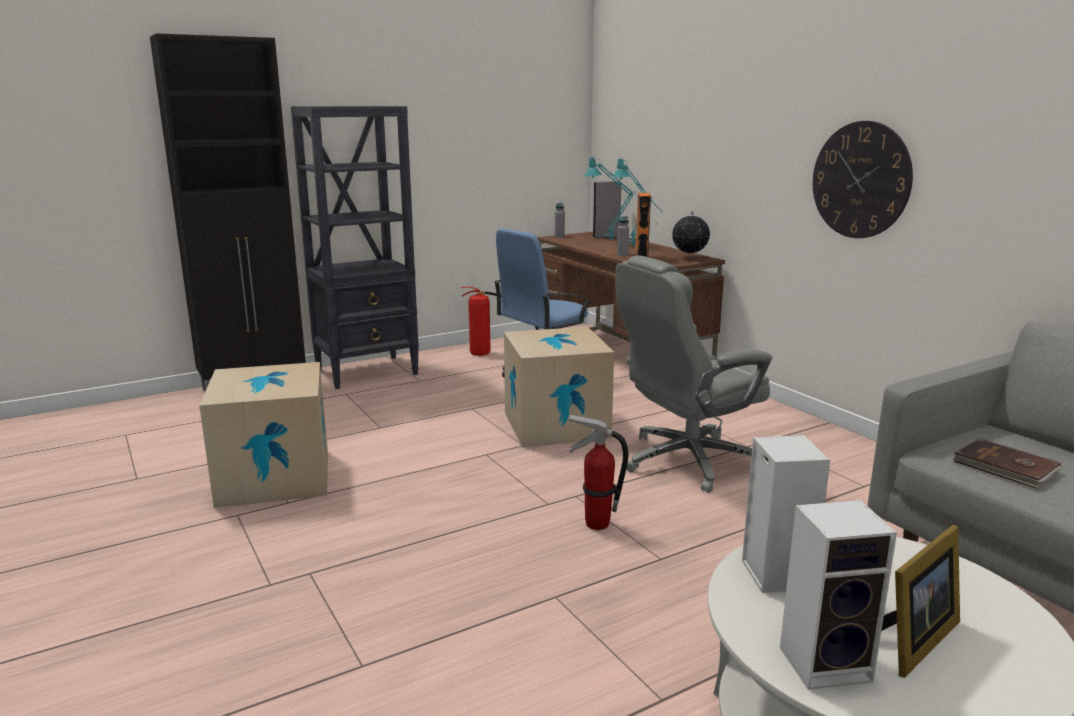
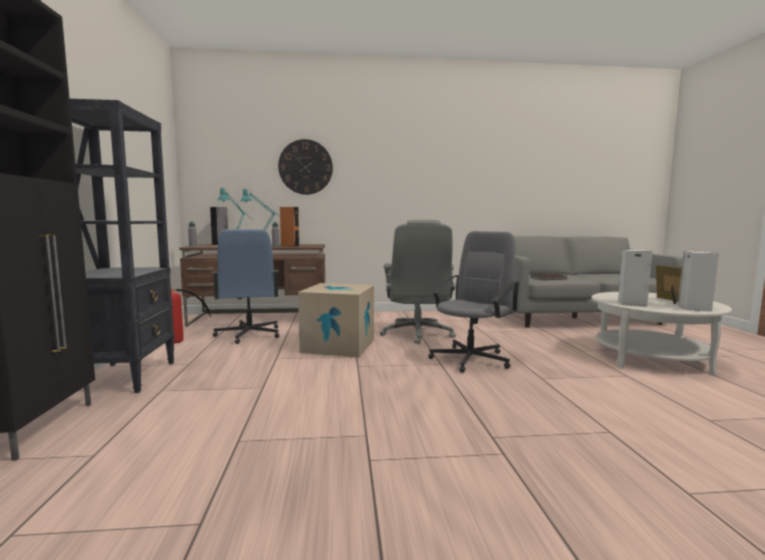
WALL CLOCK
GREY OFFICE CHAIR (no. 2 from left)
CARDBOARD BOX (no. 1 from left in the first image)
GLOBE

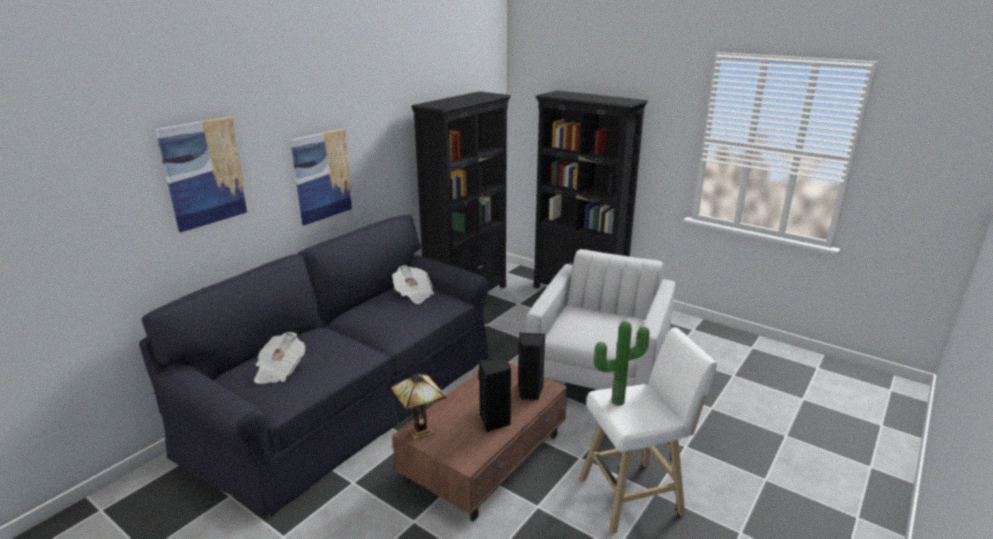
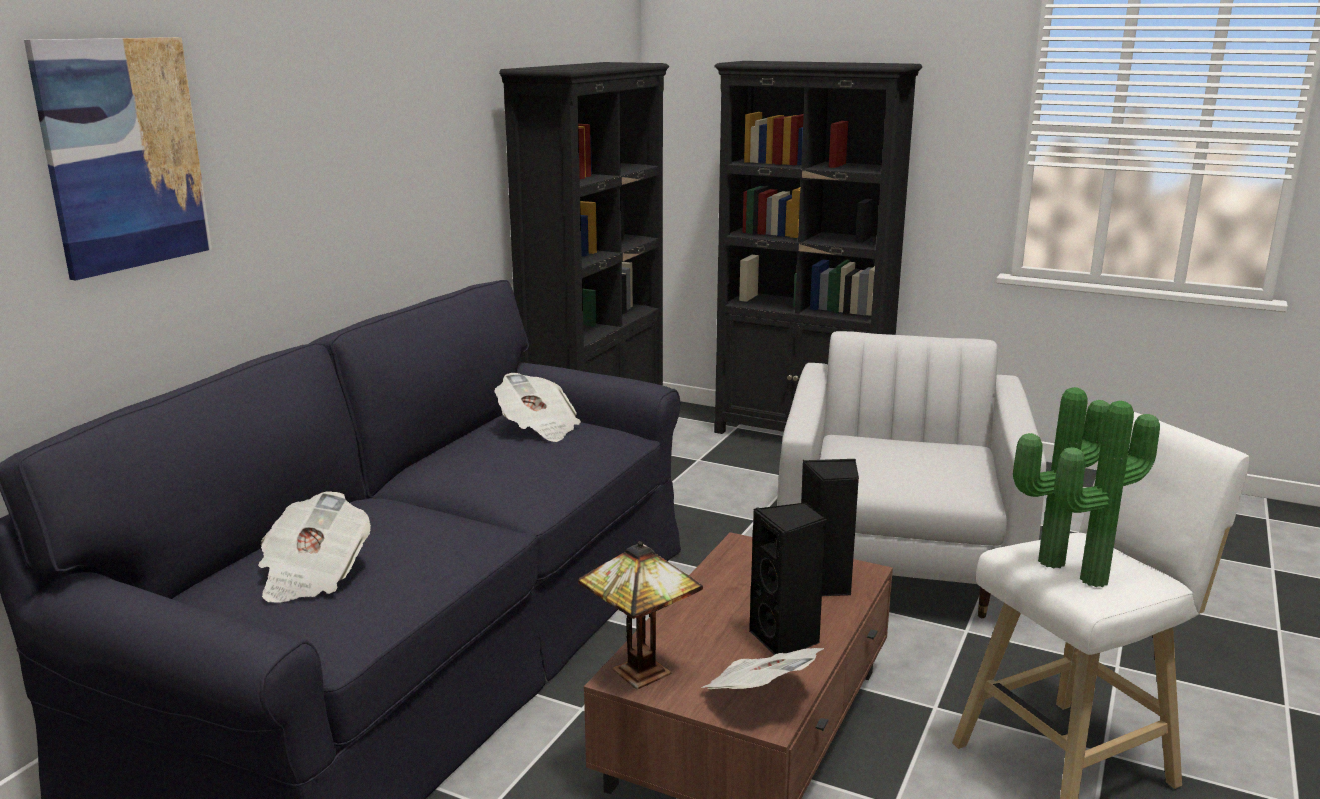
NEWSPAPER (no. 3 from left)
POTTED PLANT (no. 2 from left)
PICTURE (no. 2 from left in the first image)

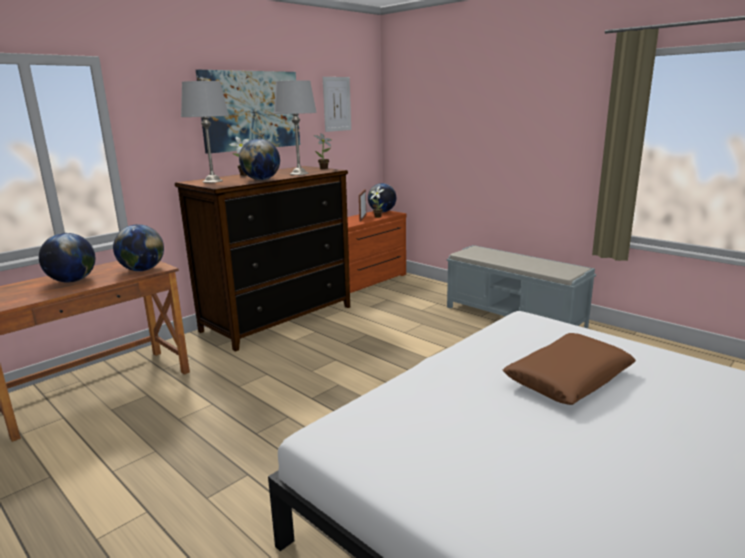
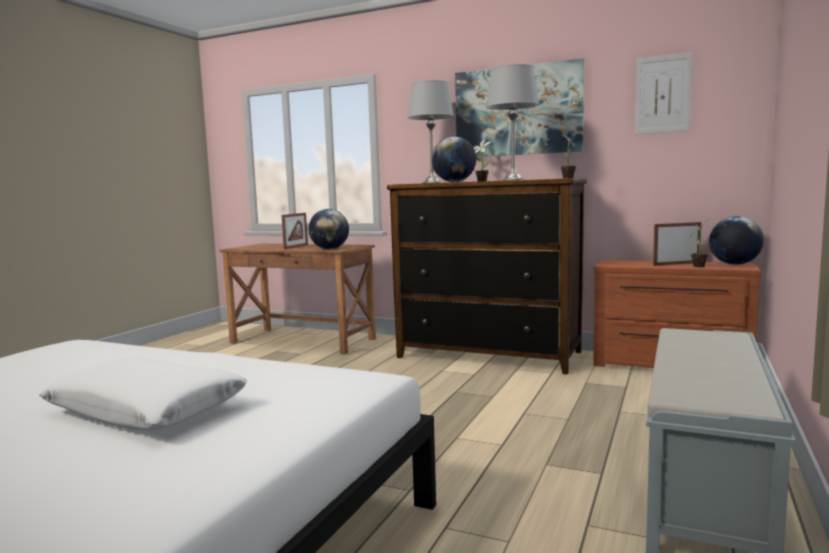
WHITE PILLOW
PICTURE FRAME (no. 1 from left)

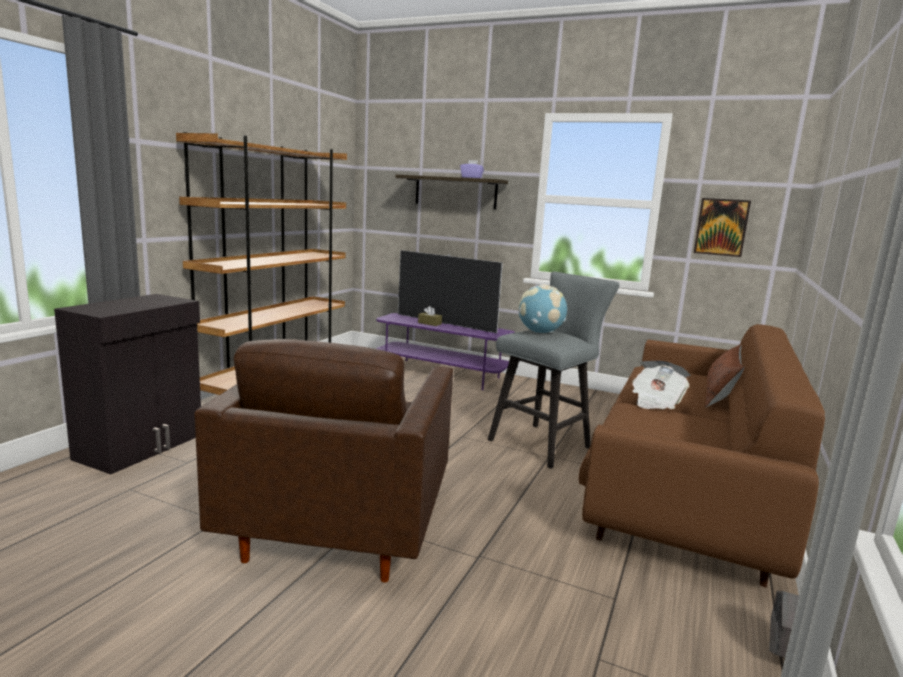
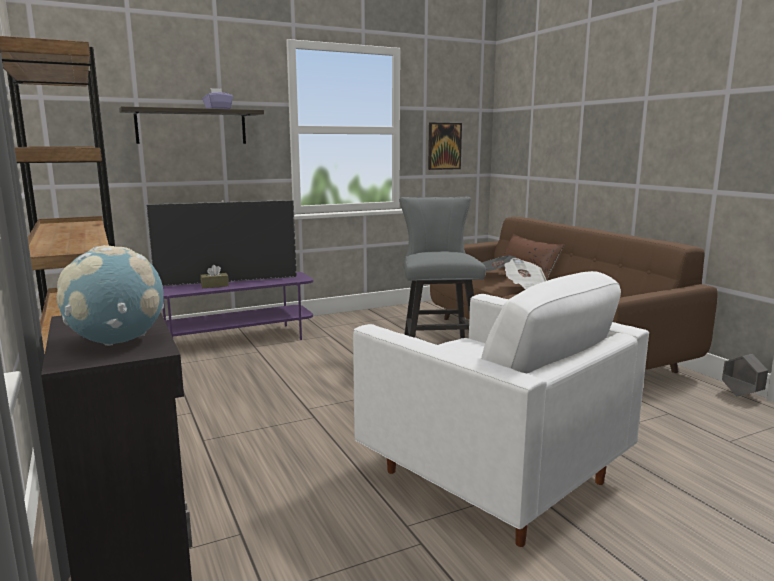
GLOBE
WHITE ARMCHAIR

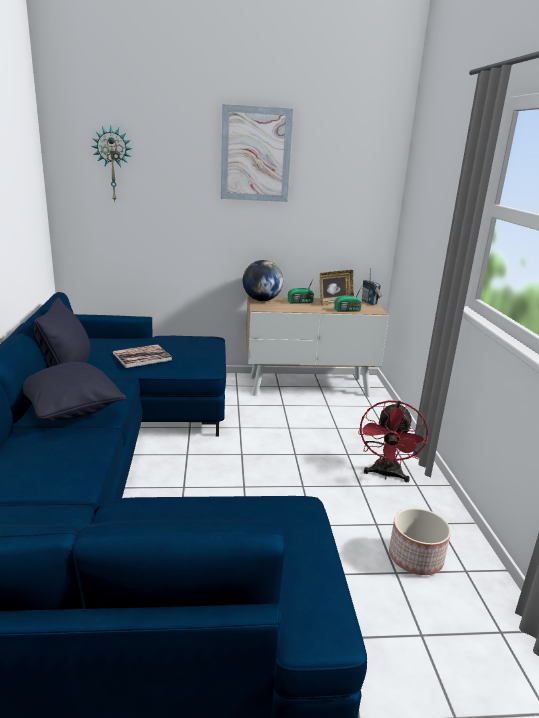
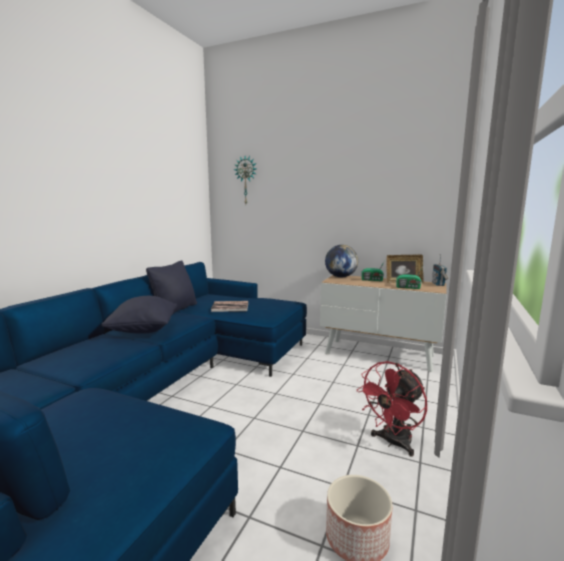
PICTURE

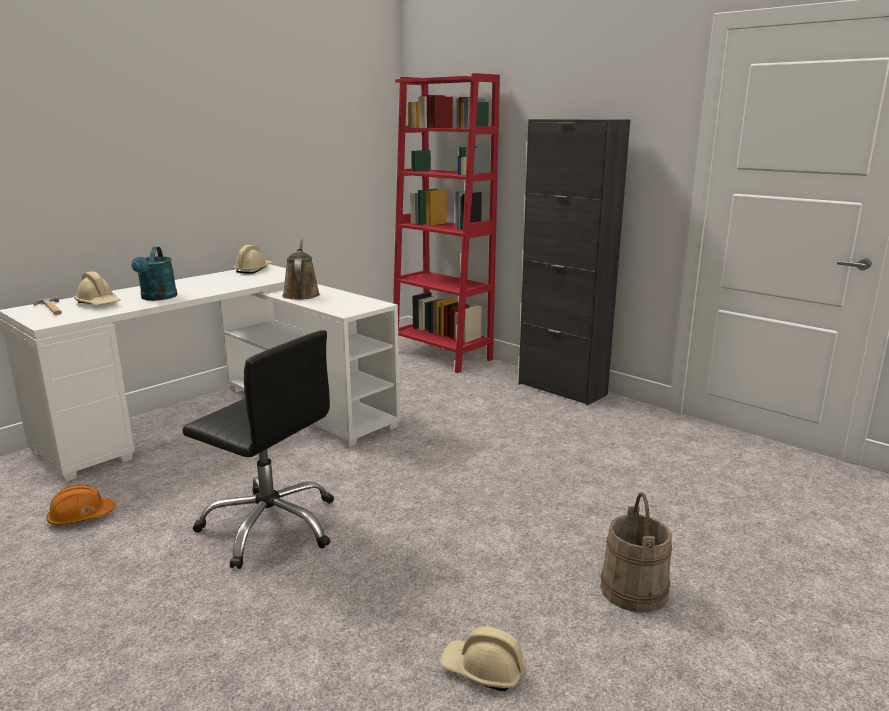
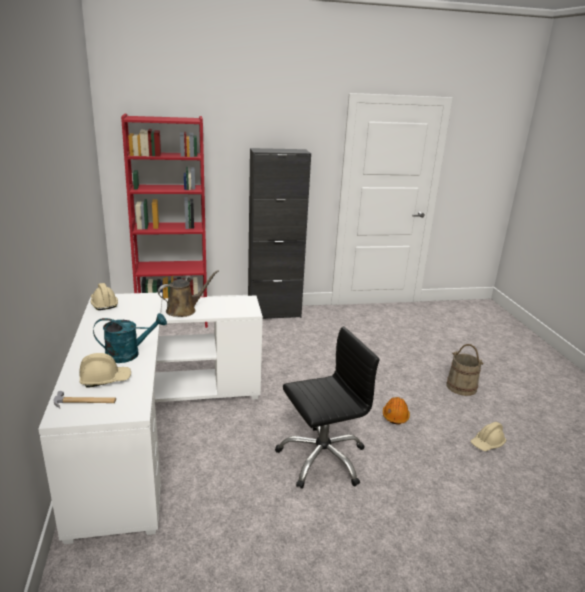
TURQUOISE WATERING CAN
BROWN WATERING CAN
ORANGE HARD HAT

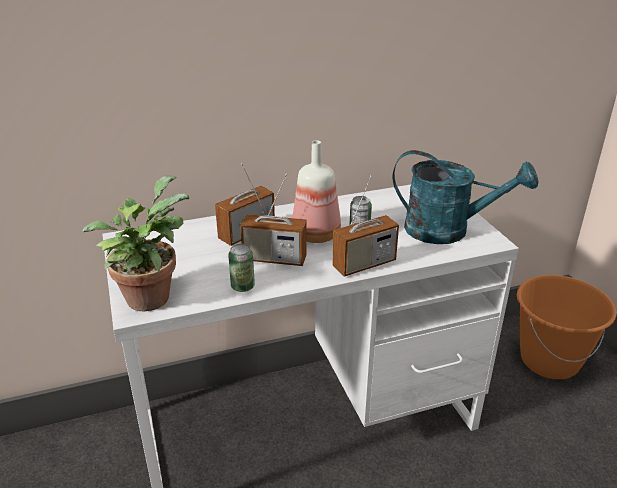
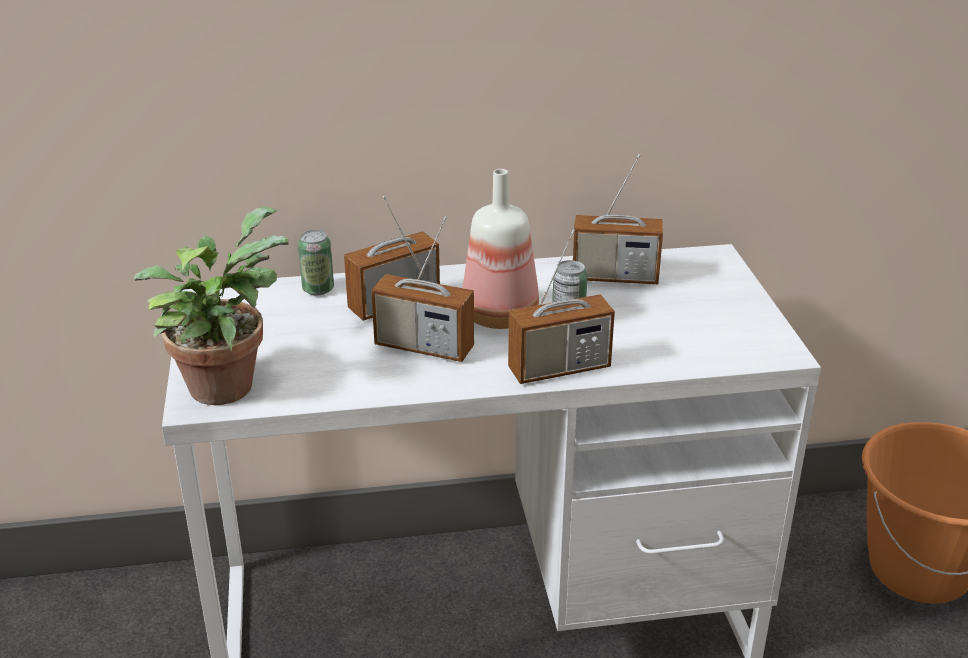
CAN (no. 1 from left)
RADIO (no. 4 from left)
TURQUOISE WATERING CAN

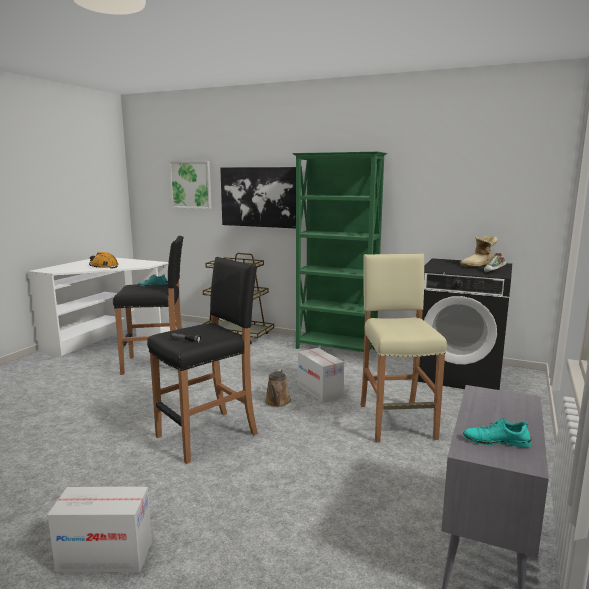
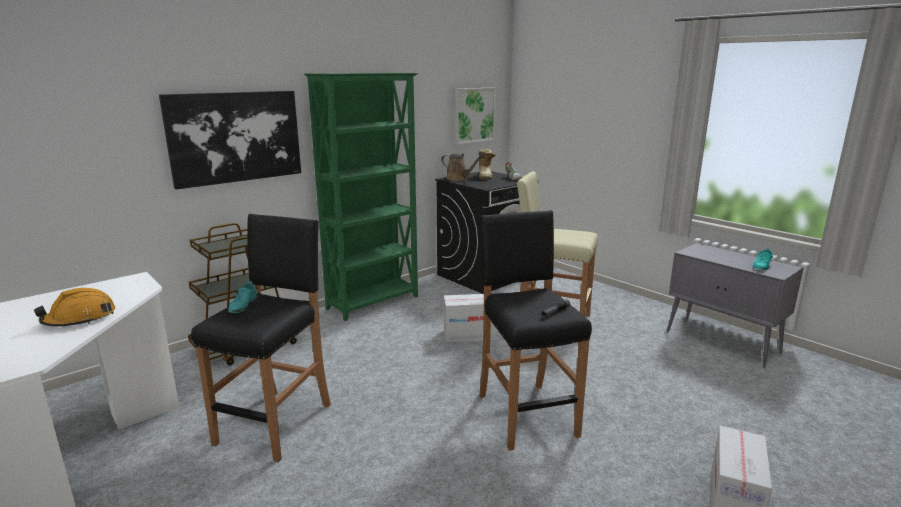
BROWN WATERING CAN
PICTURE (no. 2 from left)

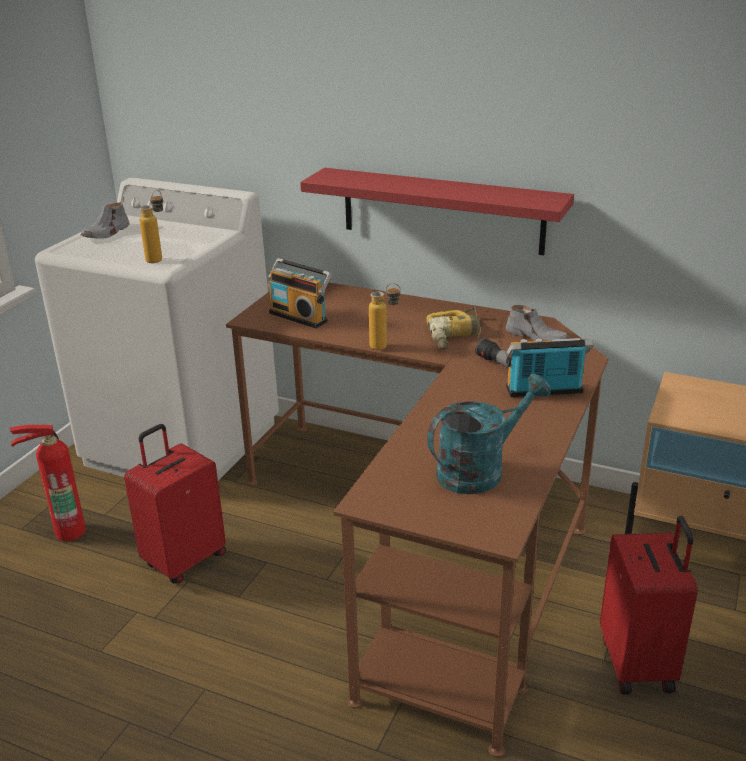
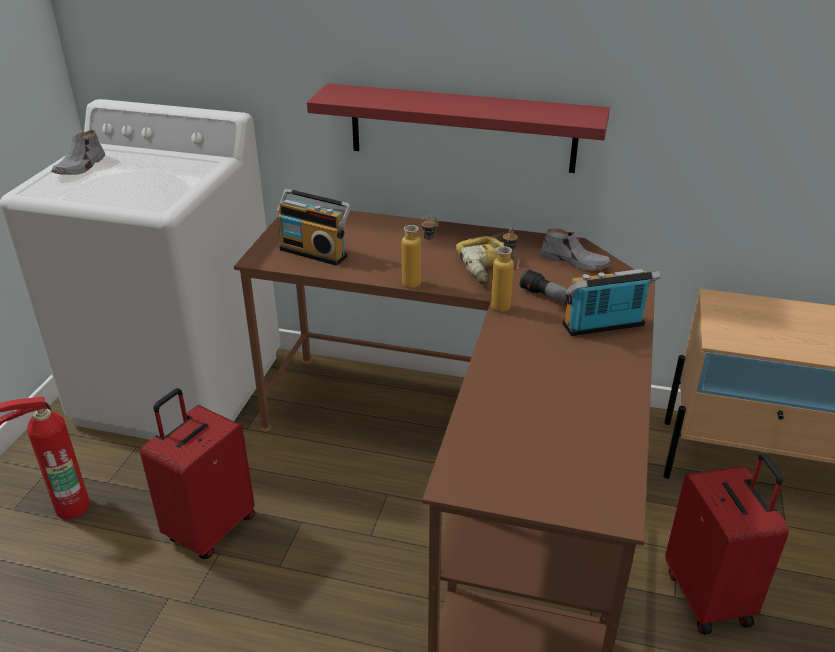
BOTTLE (no. 2 from left)
TURQUOISE WATERING CAN

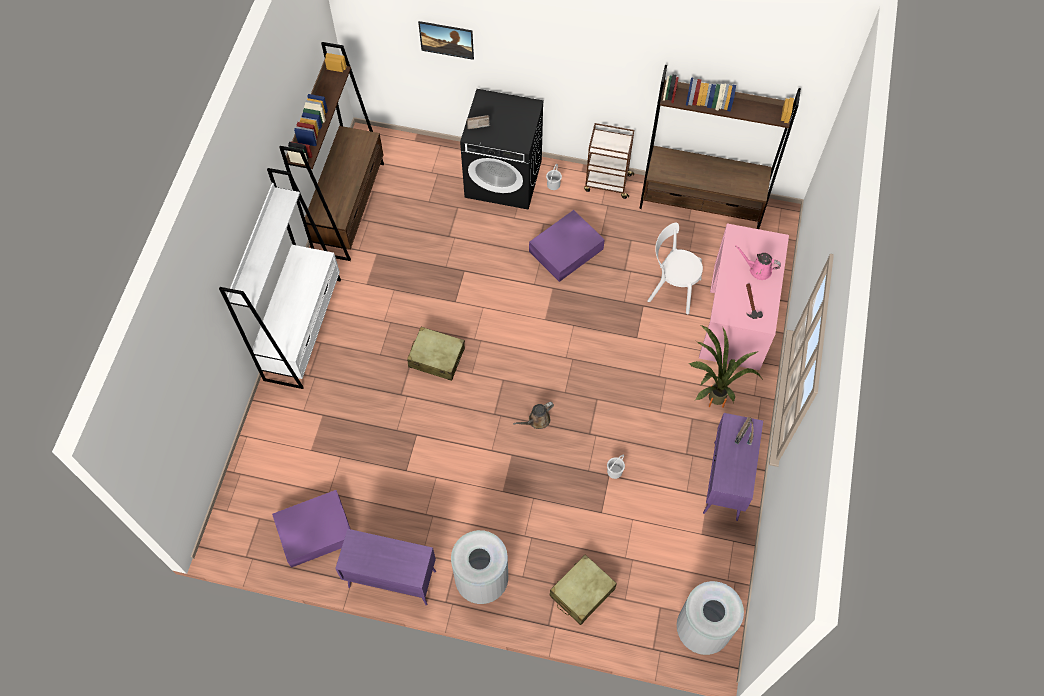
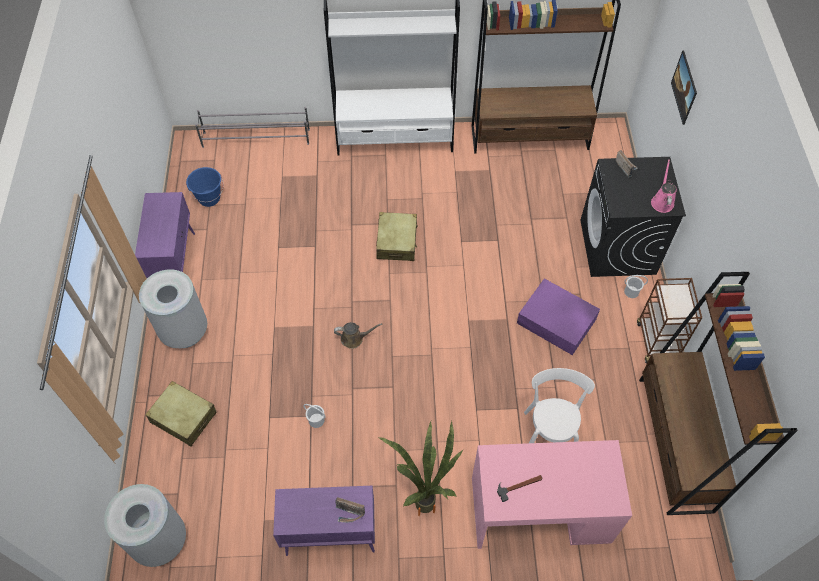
BLUE BUCKET
GREY SHOE RACK
BROWN WATERING CAN
PINK WATERING CAN

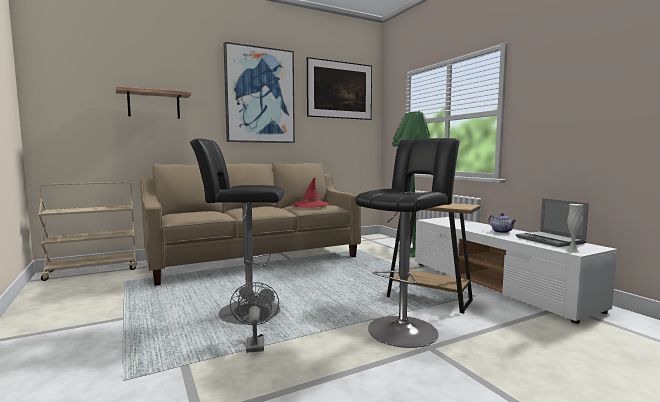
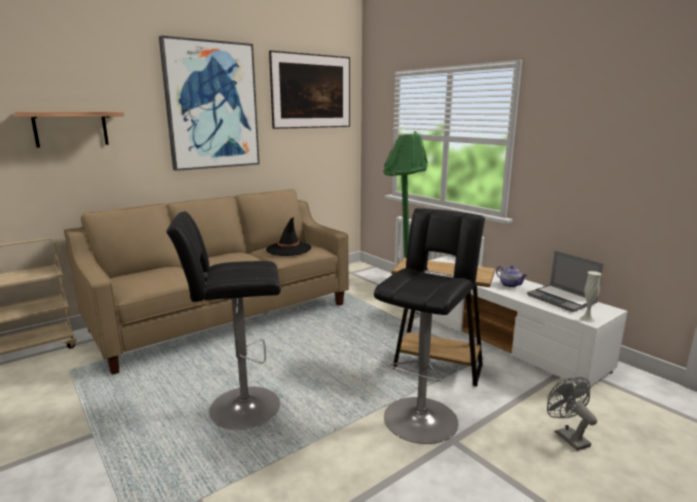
BLACK HAT
GREY FAN

